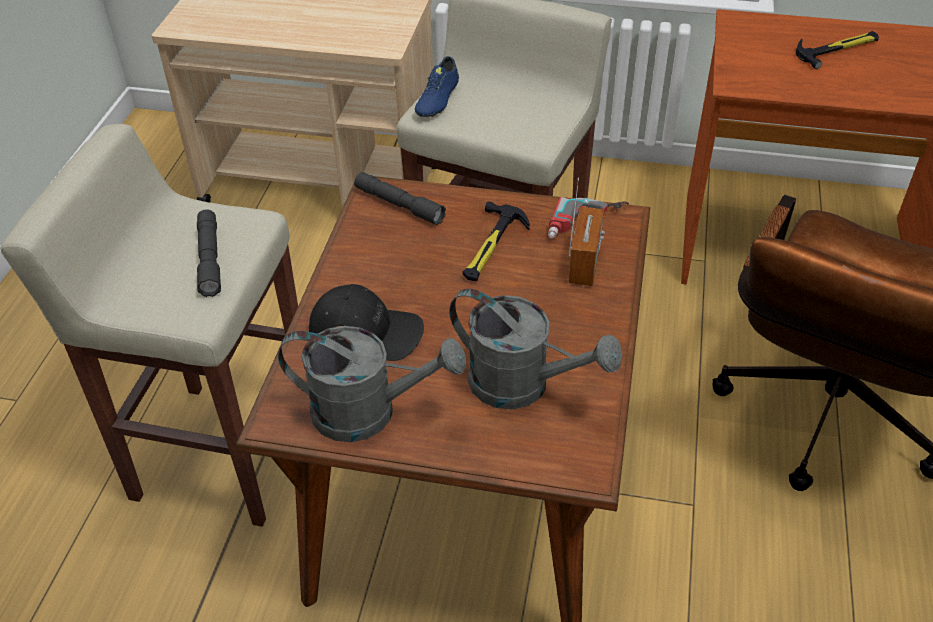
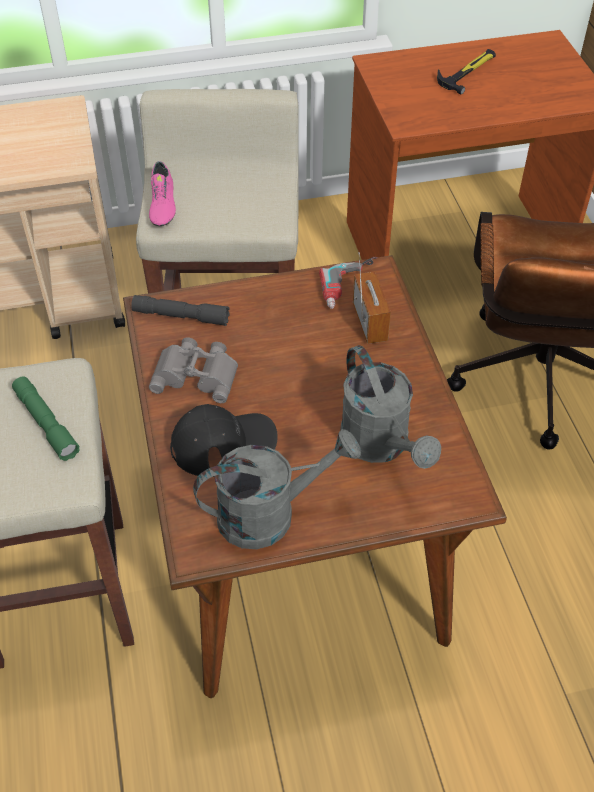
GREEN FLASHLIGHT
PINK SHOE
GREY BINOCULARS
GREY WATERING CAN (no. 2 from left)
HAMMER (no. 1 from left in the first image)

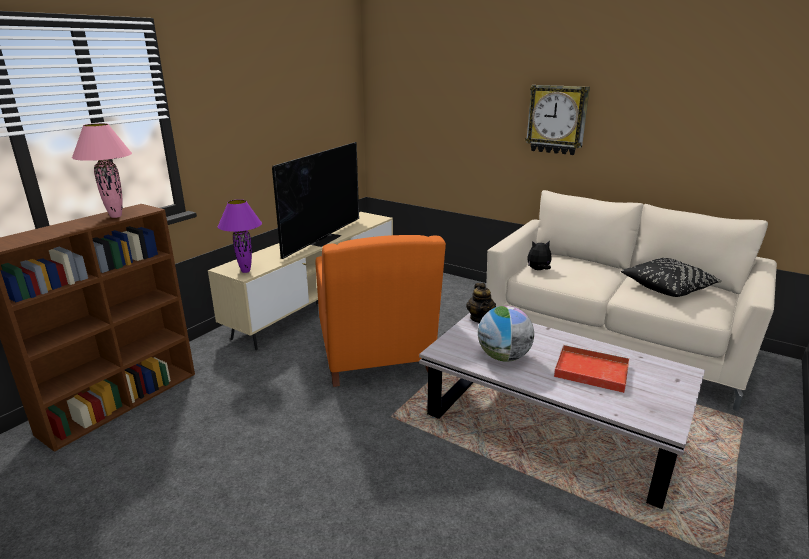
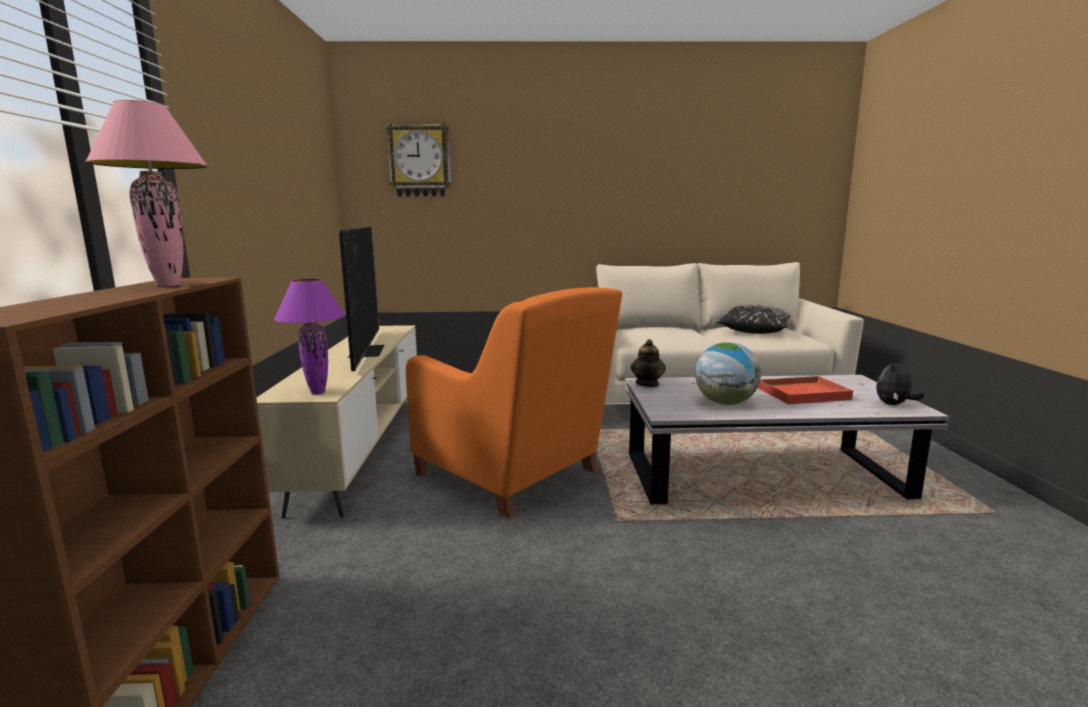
WALL CLOCK
TEAPOT
PLUSH TOY

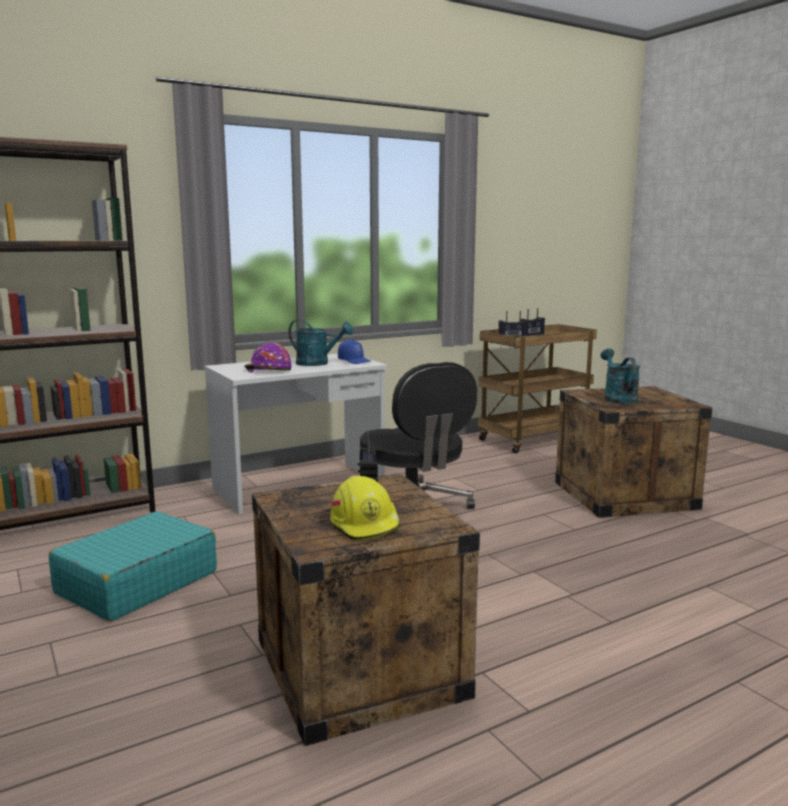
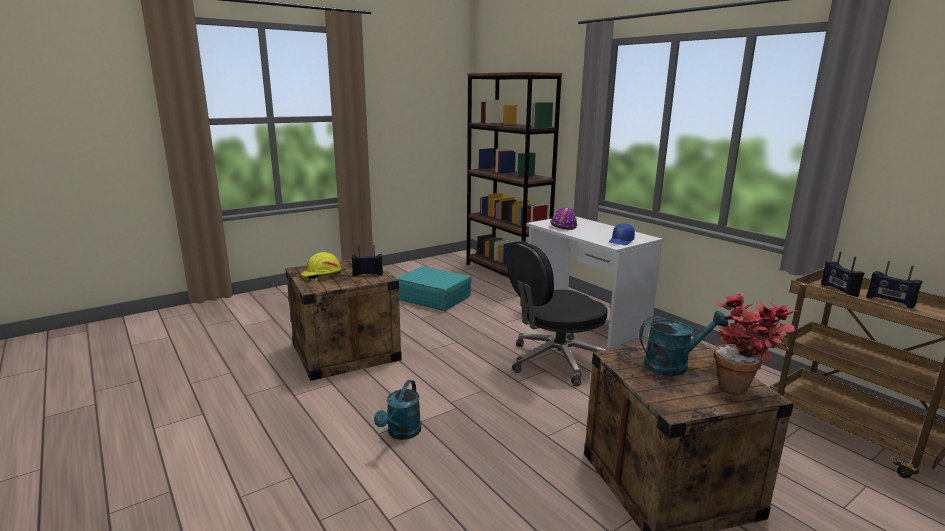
TURQUOISE WATERING CAN (no. 1 from left)
POTTED PLANT

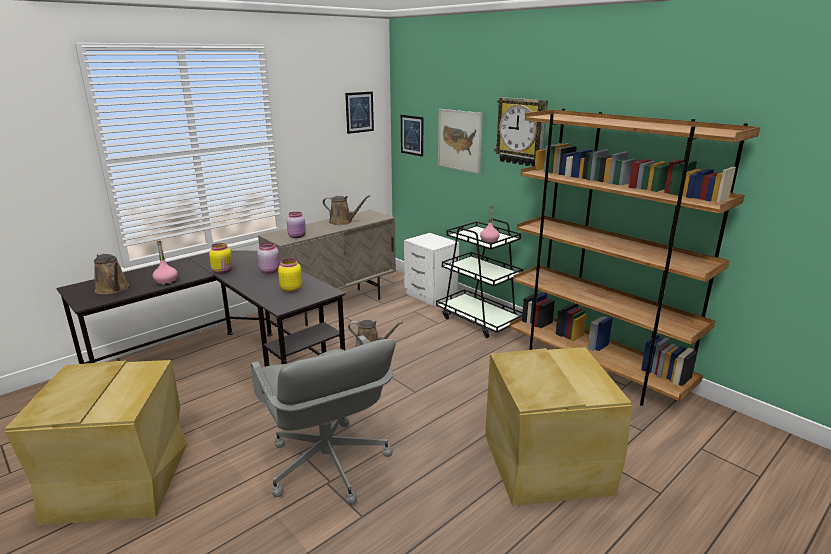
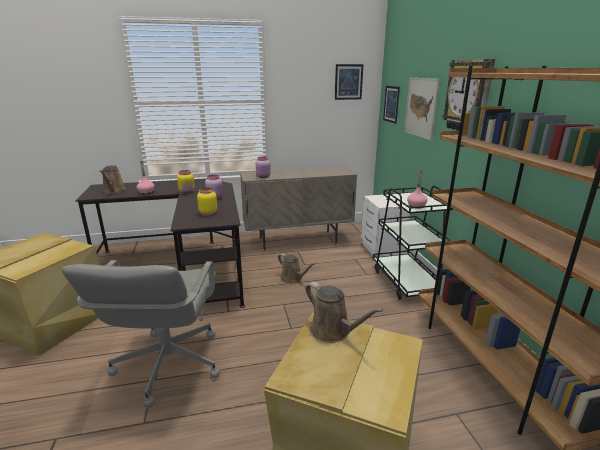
BROWN WATERING CAN (no. 3 from left)

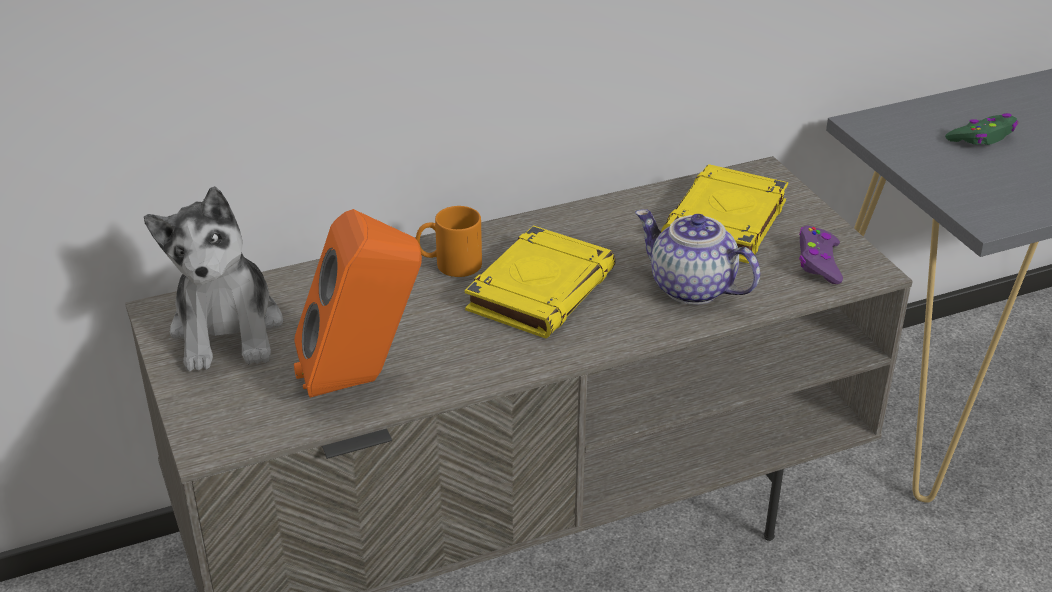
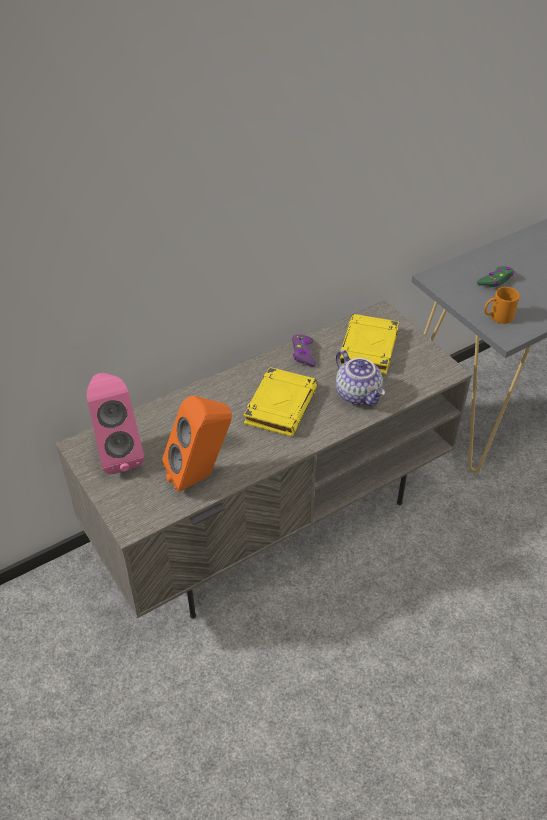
PINK SPEAKER
PURPLE GAME CONTROLLER
TEAPOT
ORANGE MUG

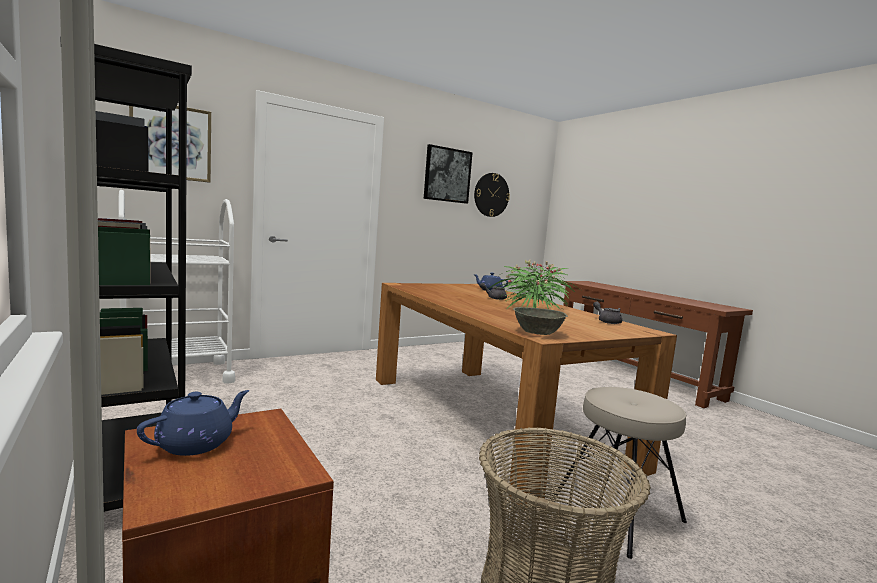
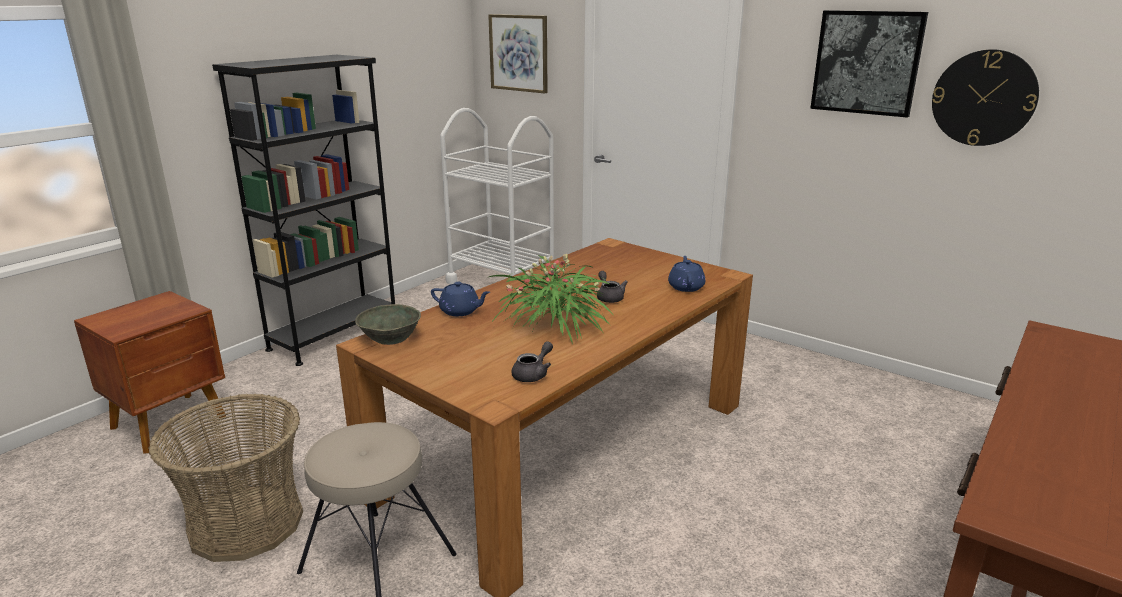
BLUE TEAPOT (no. 1 from left)

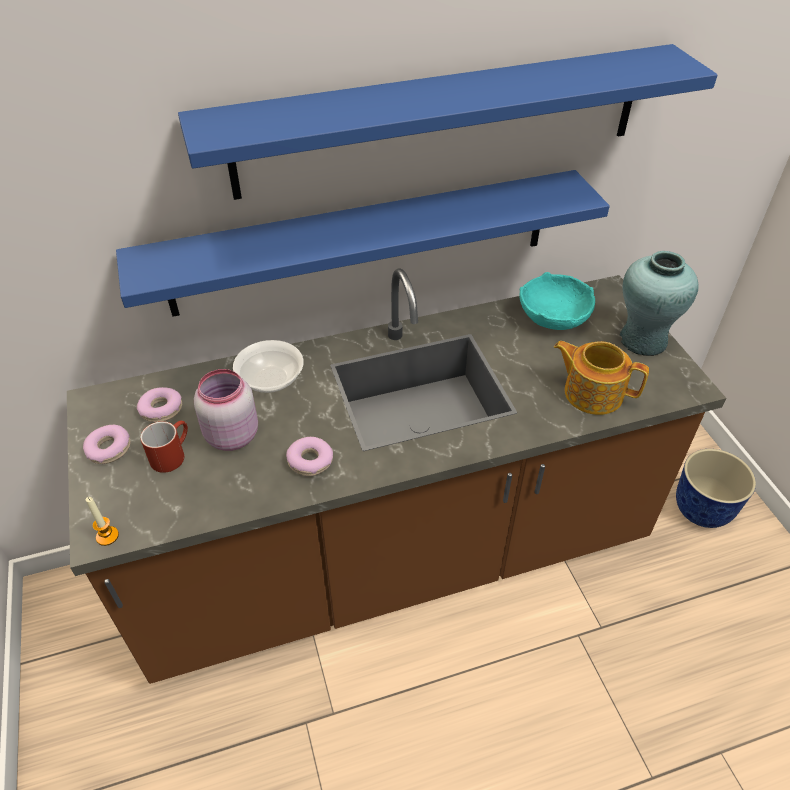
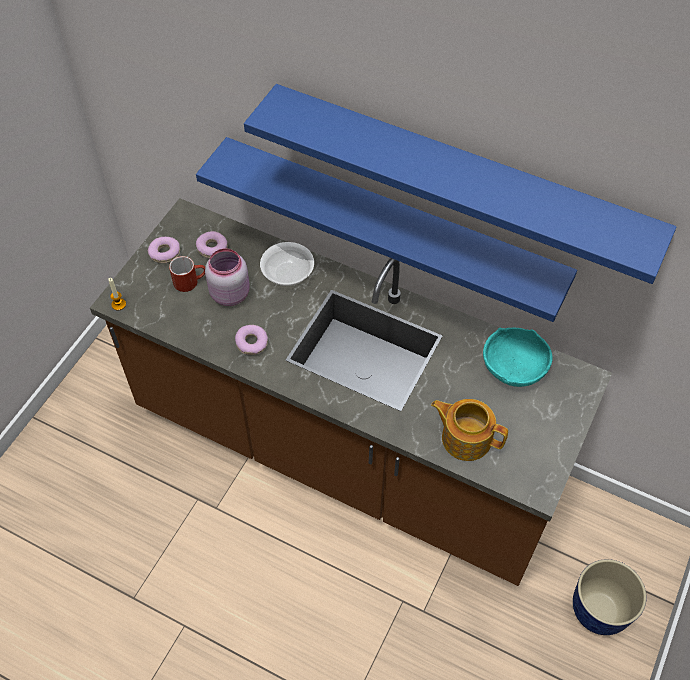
TEAPOT
TURQUOISE VASE

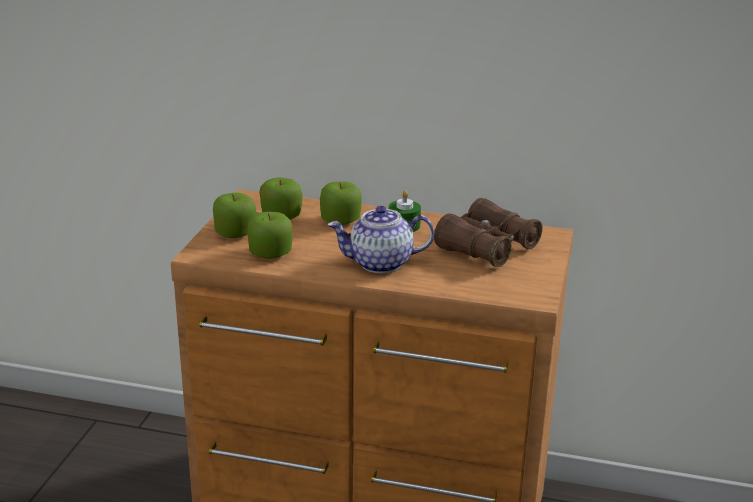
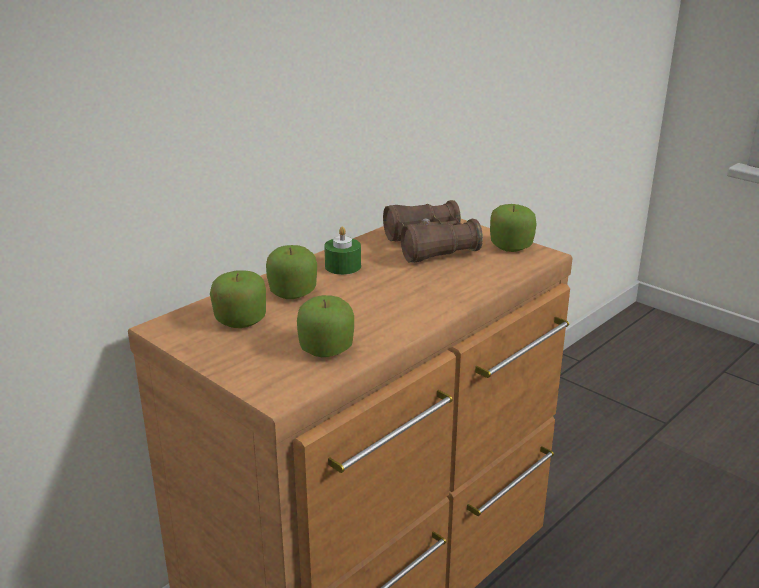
APPLE (no. 4 from left)
TEAPOT

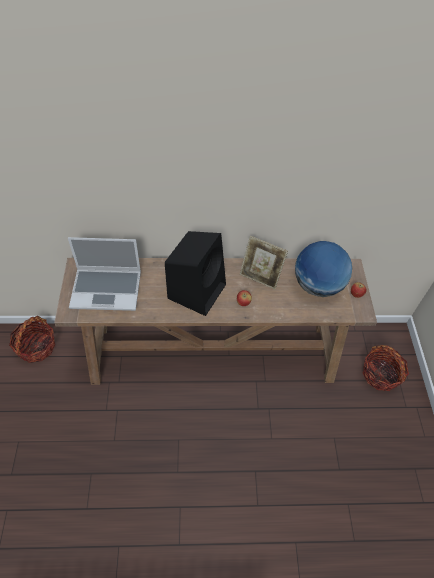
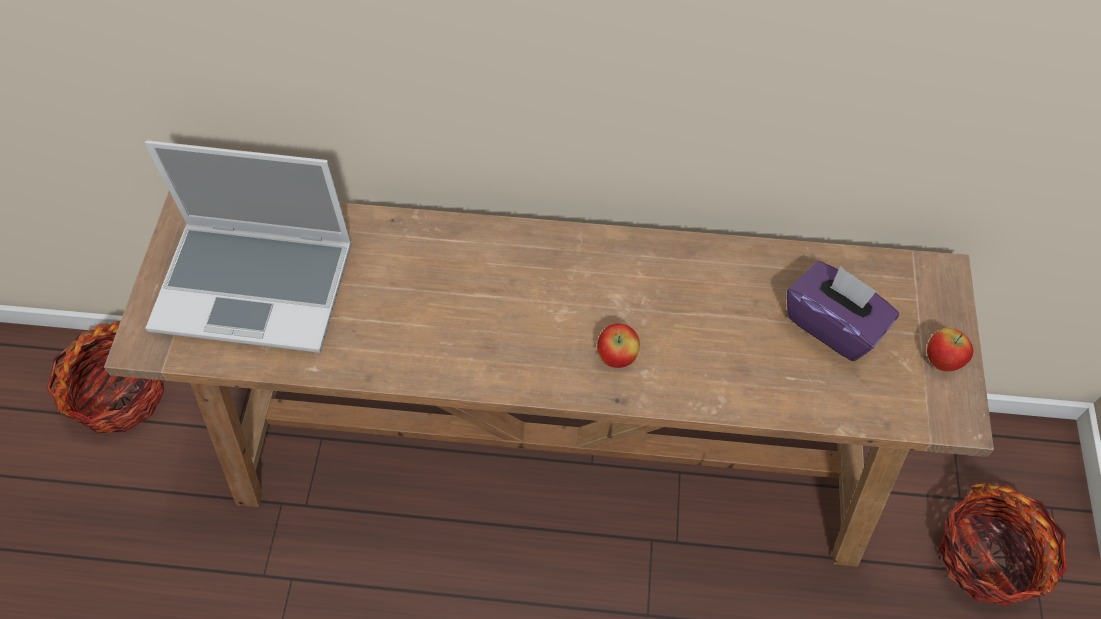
PURPLE TISSUE BOX
BLACK SPEAKER
PICTURE FRAME

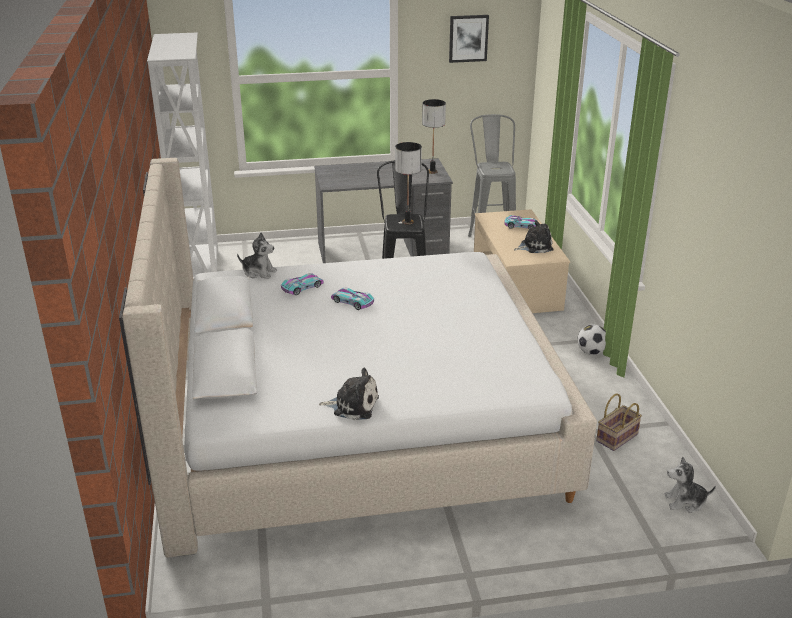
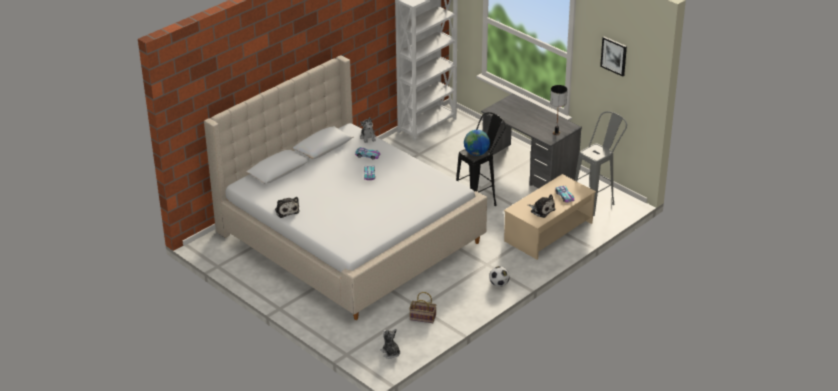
GLOBE

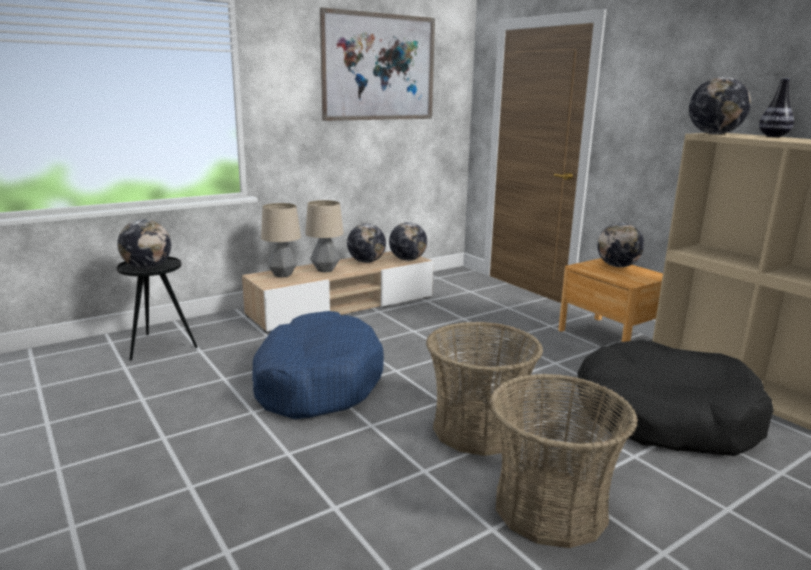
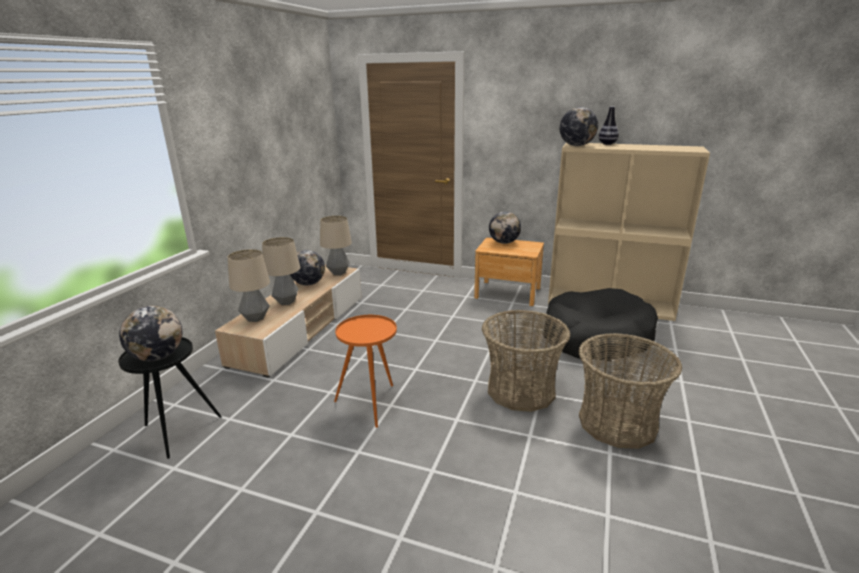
TABLE LAMP (no. 3 from left)
ORANGE SIDE TABLE
PICTURE

